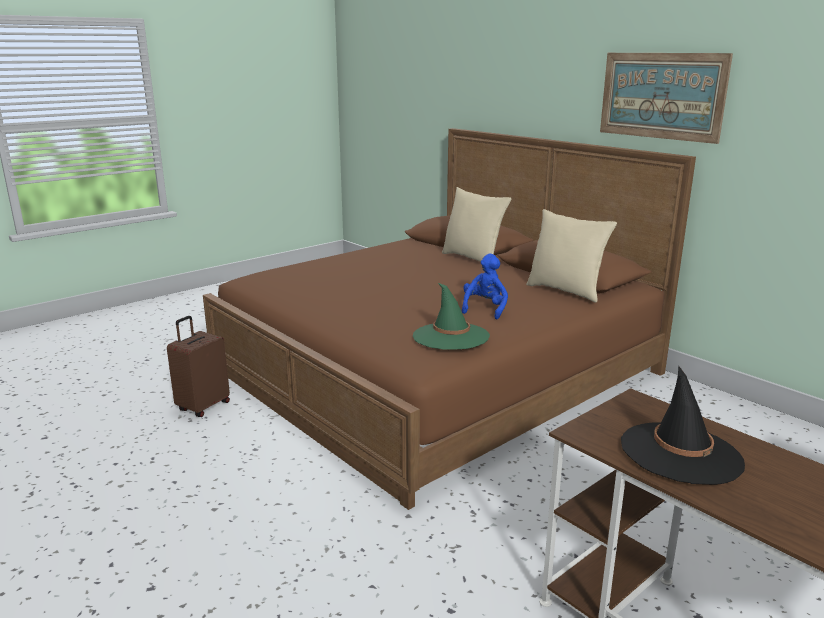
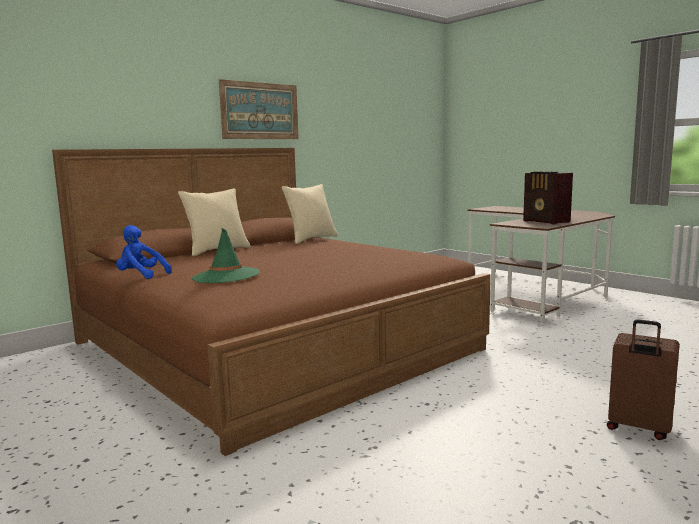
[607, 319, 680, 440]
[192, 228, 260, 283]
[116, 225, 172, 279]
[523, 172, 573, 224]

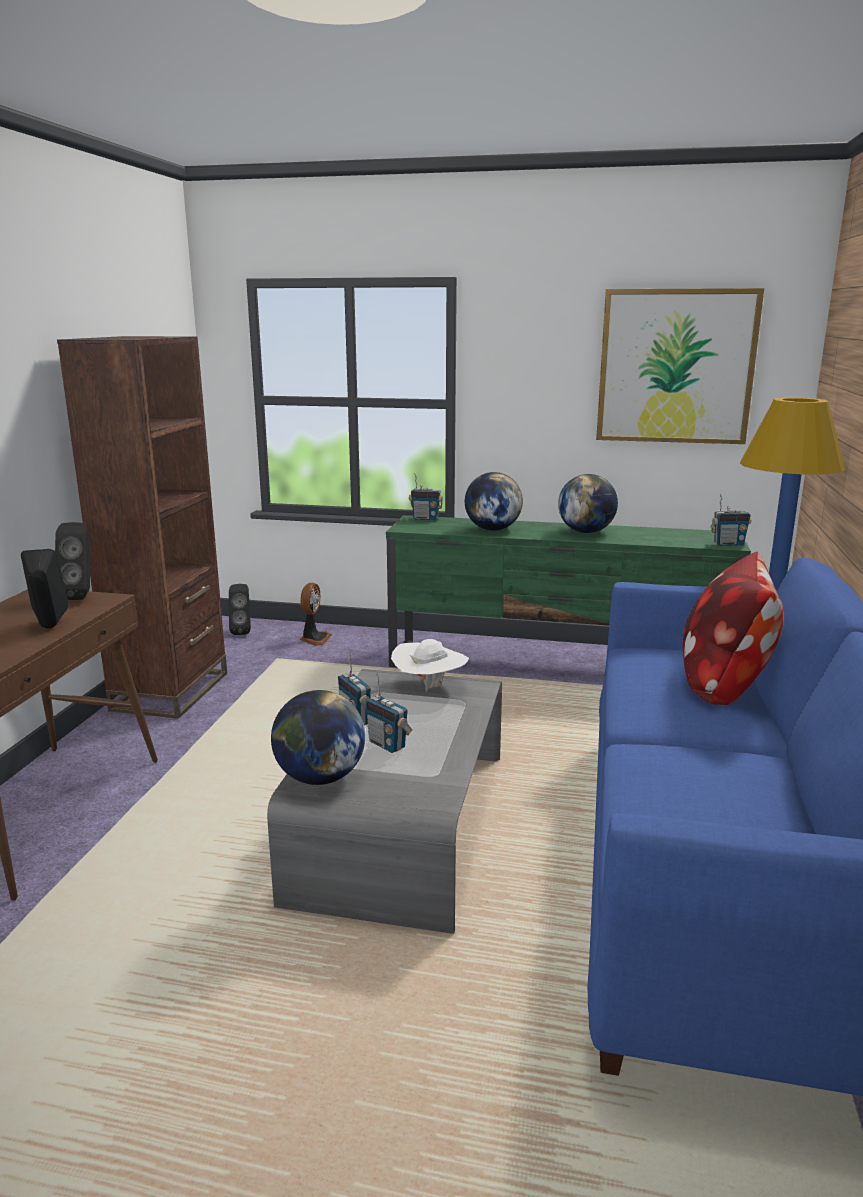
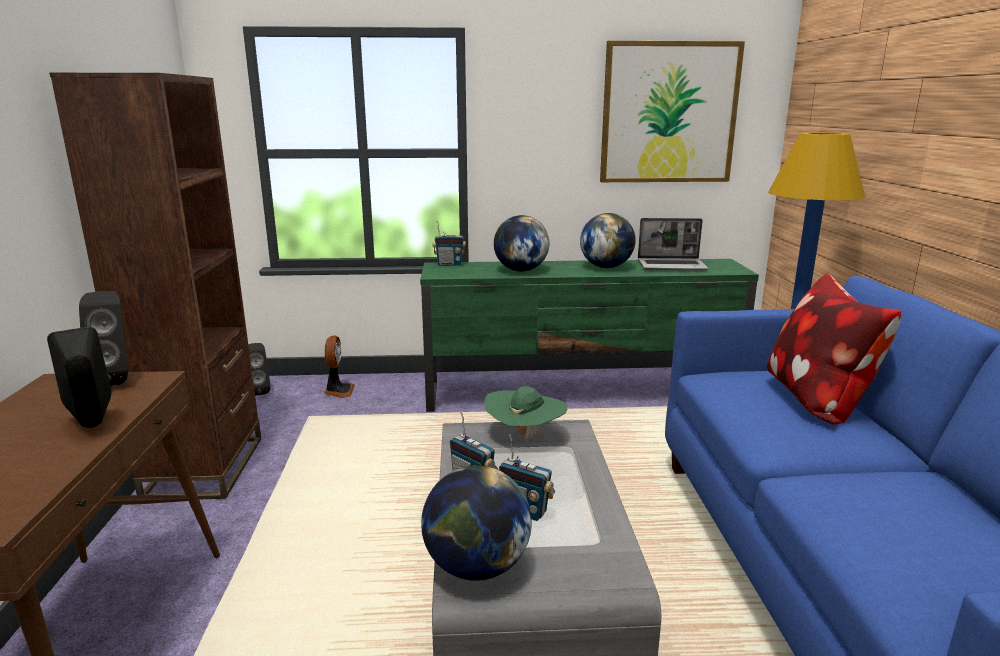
[484, 386, 567, 442]
[710, 494, 751, 546] (first image)
[638, 218, 709, 270]

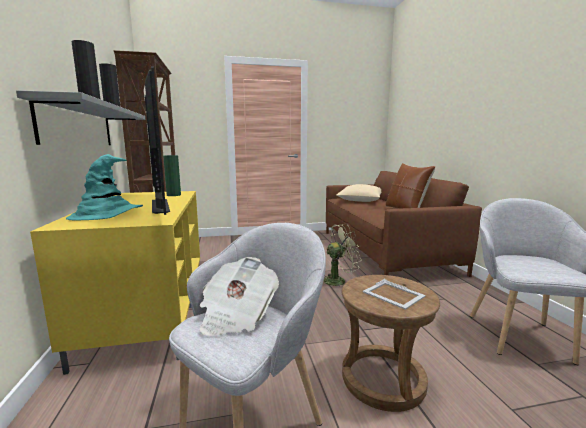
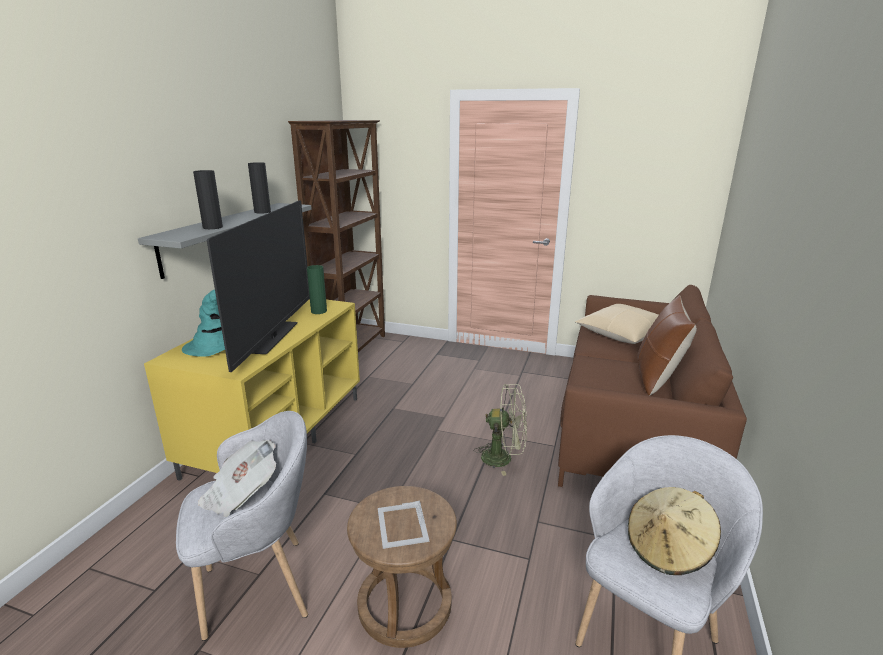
[628, 487, 721, 575]

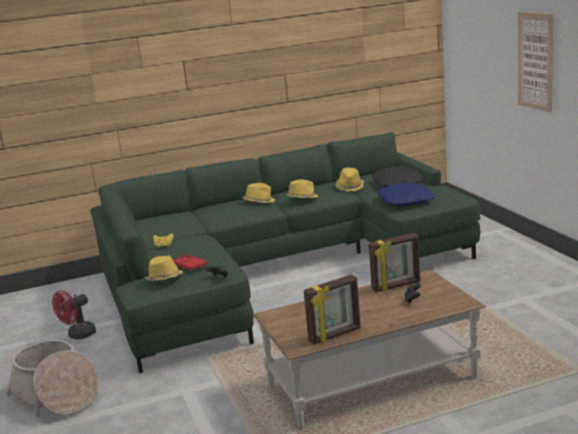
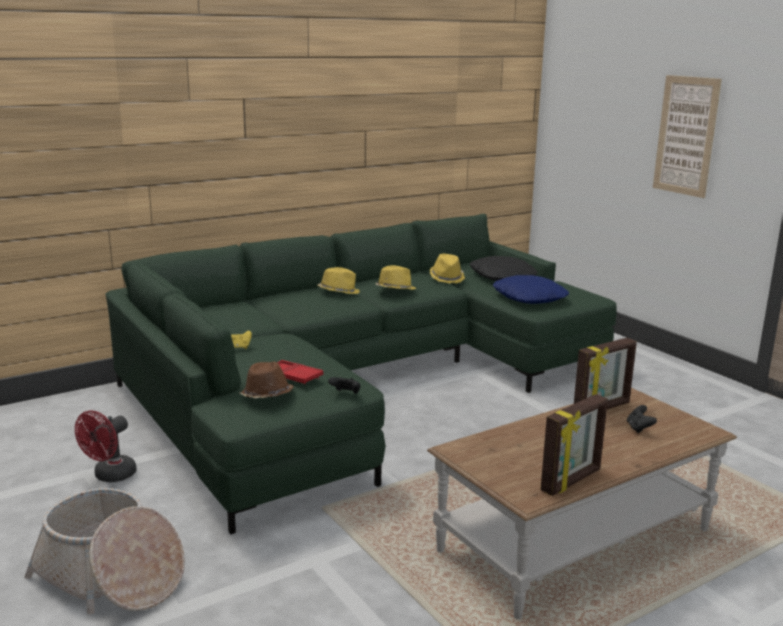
[239, 362, 294, 398]

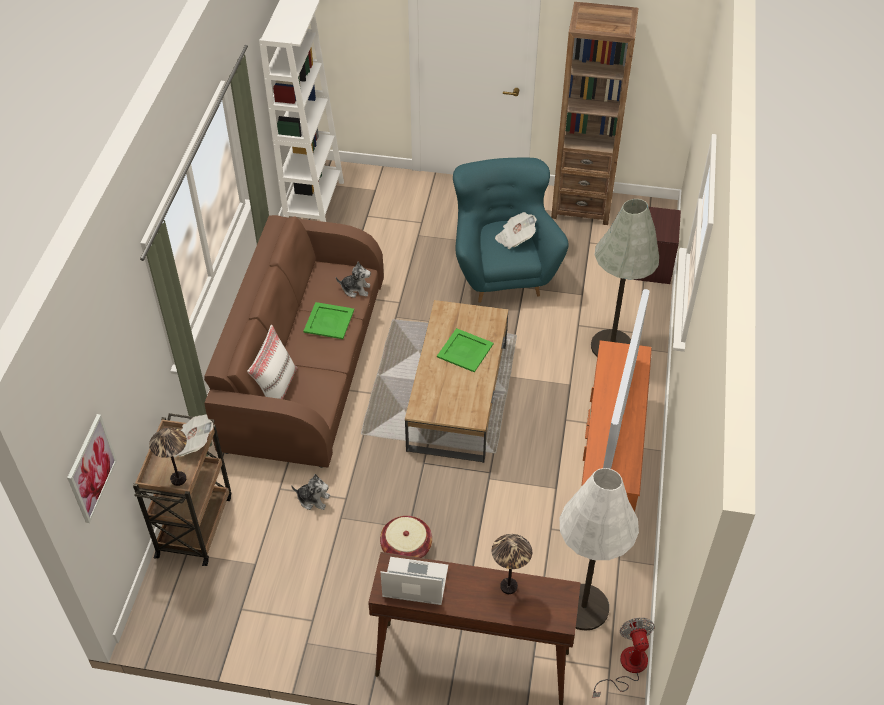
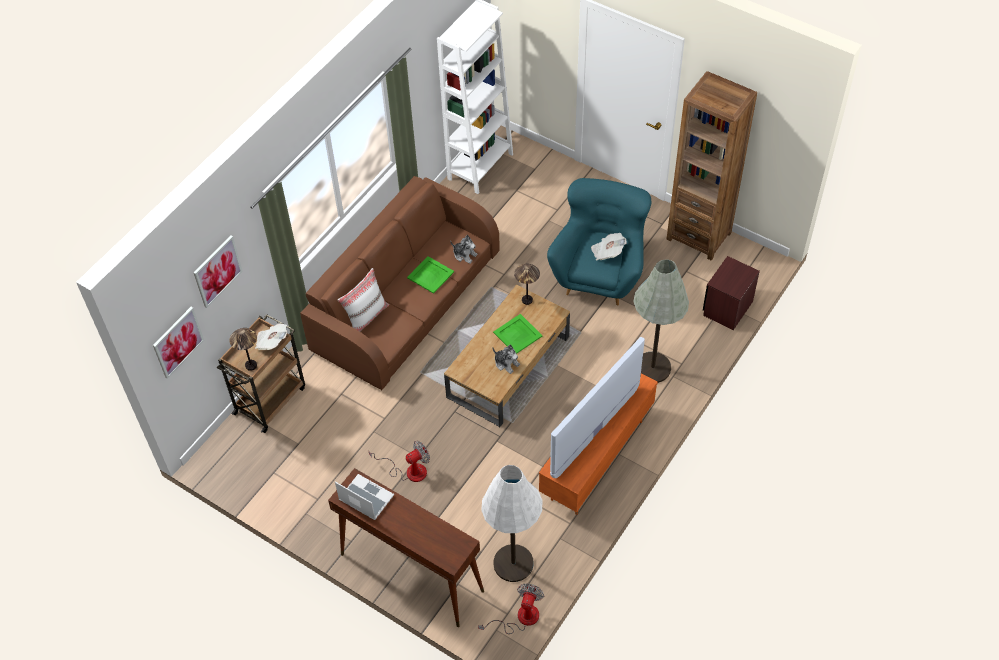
[492, 344, 520, 374]
[368, 441, 430, 482]
[514, 264, 540, 305]
[194, 235, 243, 308]

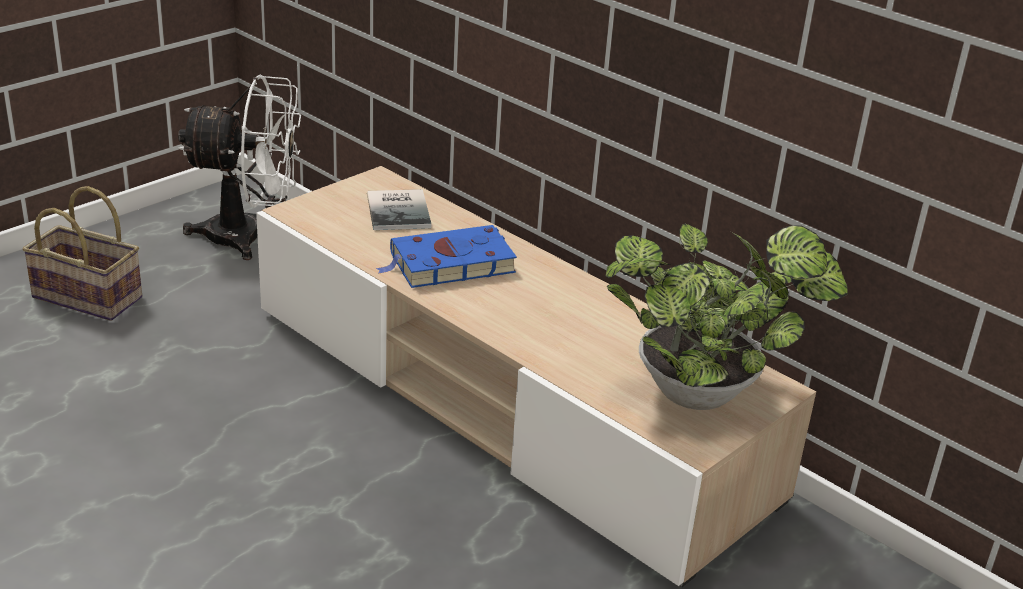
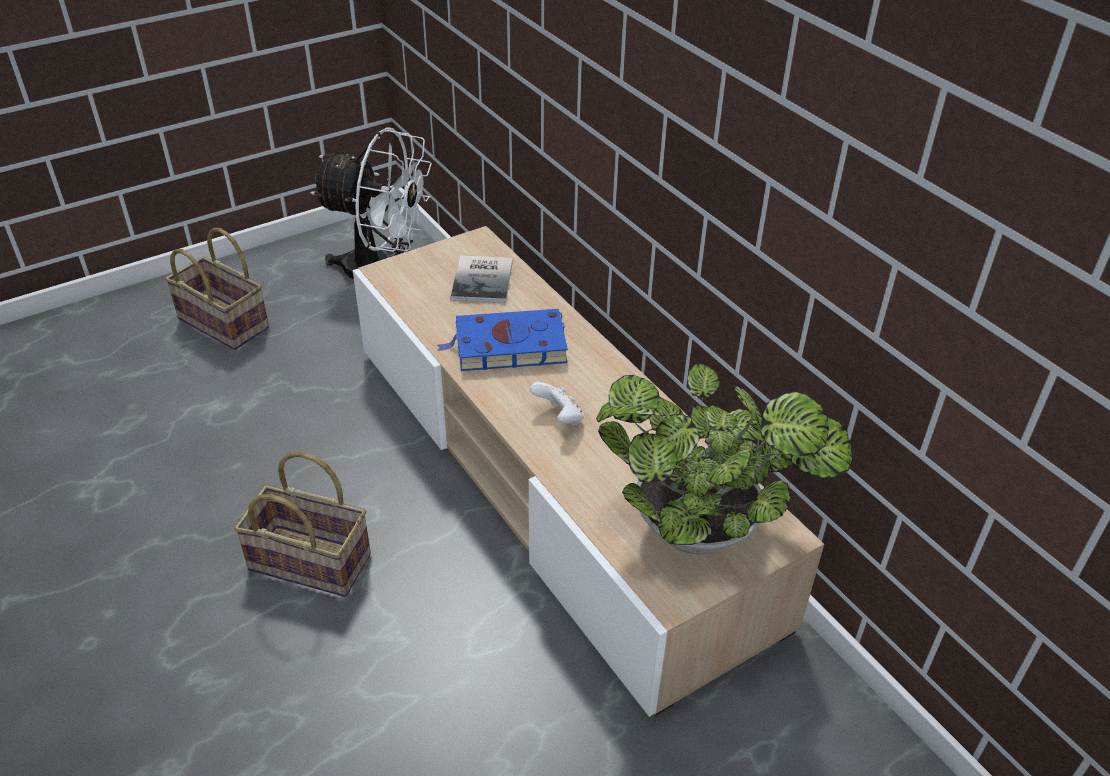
[234, 451, 371, 597]
[530, 382, 584, 425]

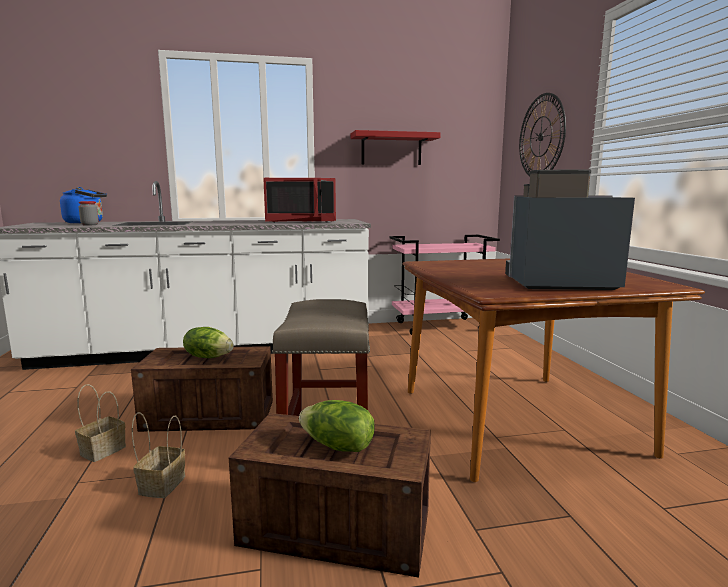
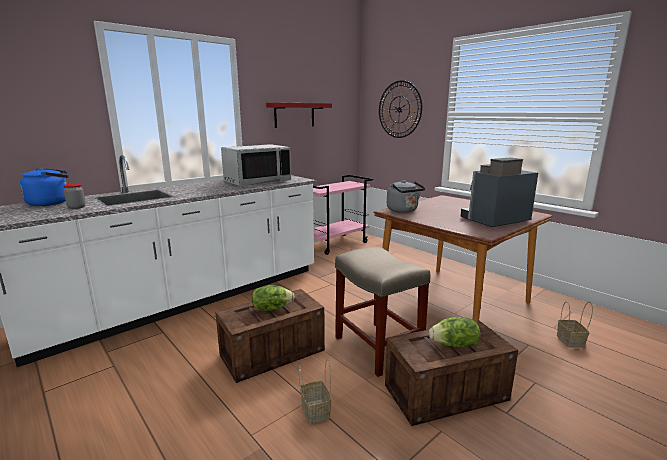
[557, 301, 593, 348]
[221, 144, 291, 186]
[387, 180, 425, 213]

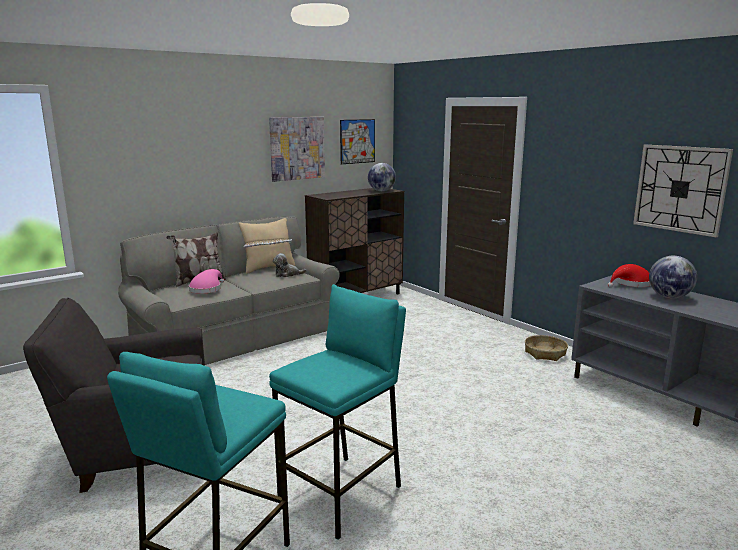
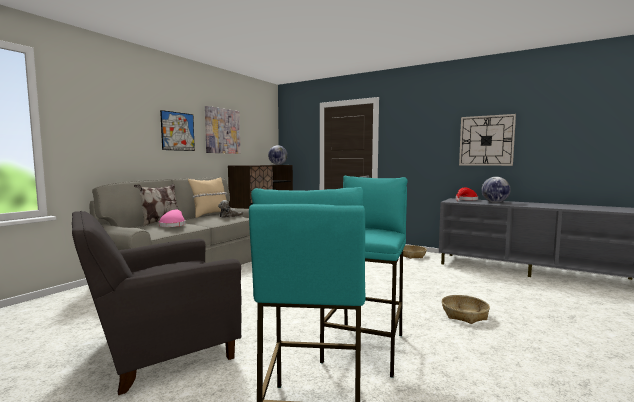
[160, 110, 195, 151]
[442, 295, 490, 324]

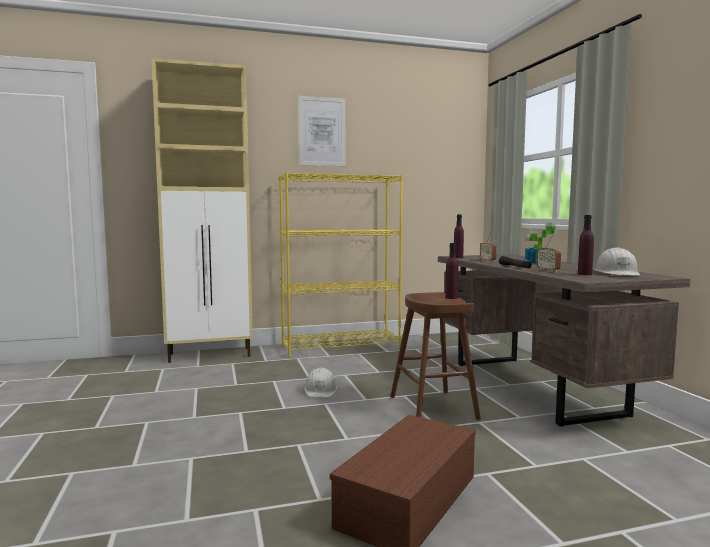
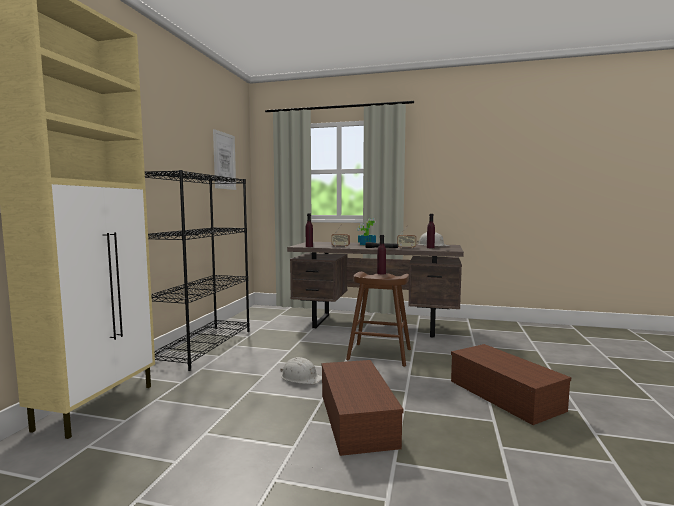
[145, 170, 250, 371]
[213, 129, 236, 190]
[322, 360, 404, 456]

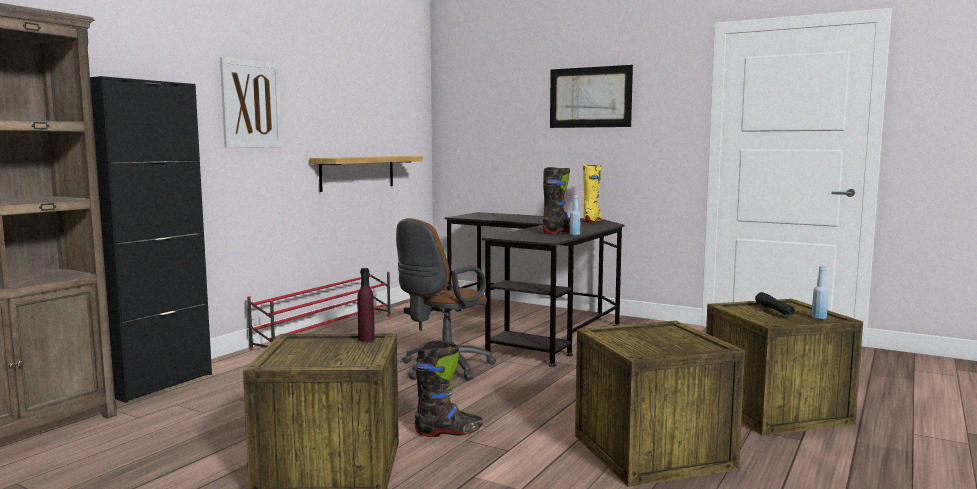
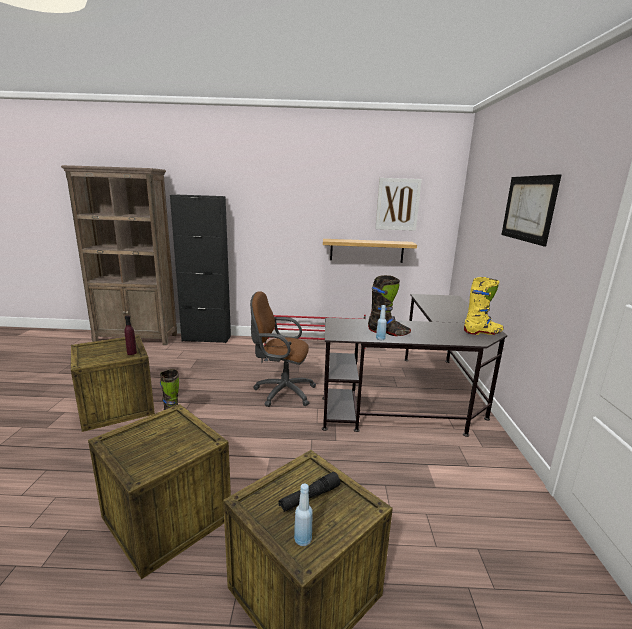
[375, 178, 422, 231]

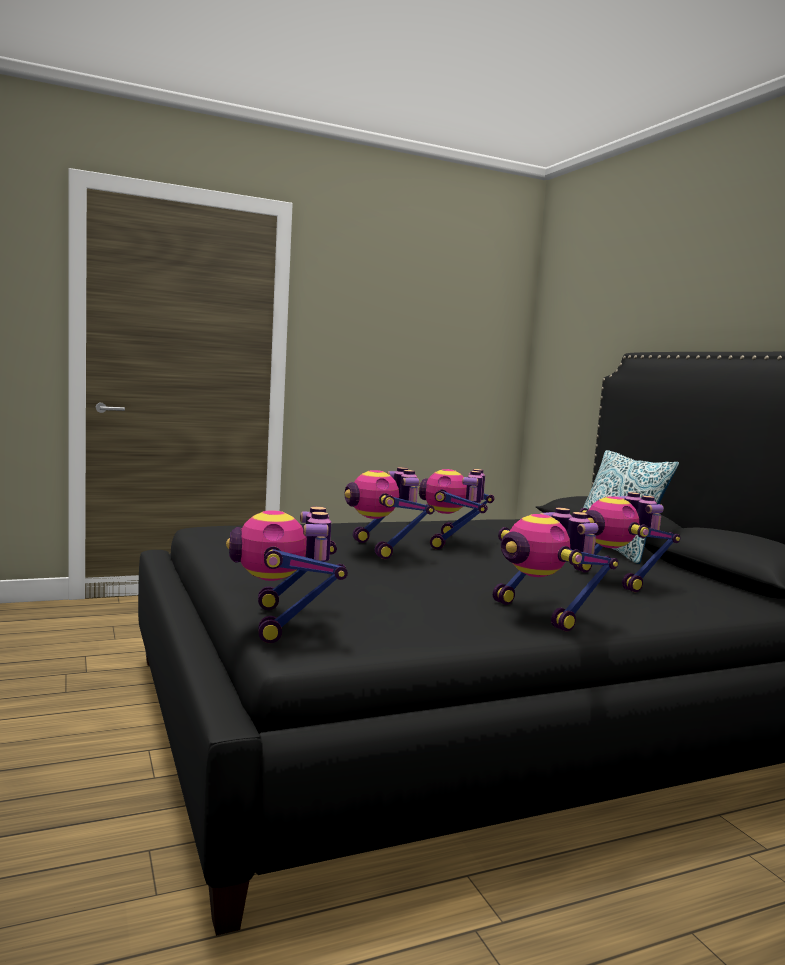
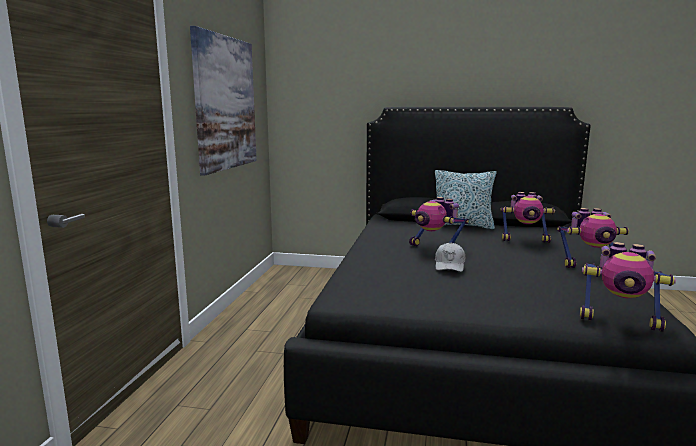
[435, 242, 465, 272]
[190, 26, 257, 176]

